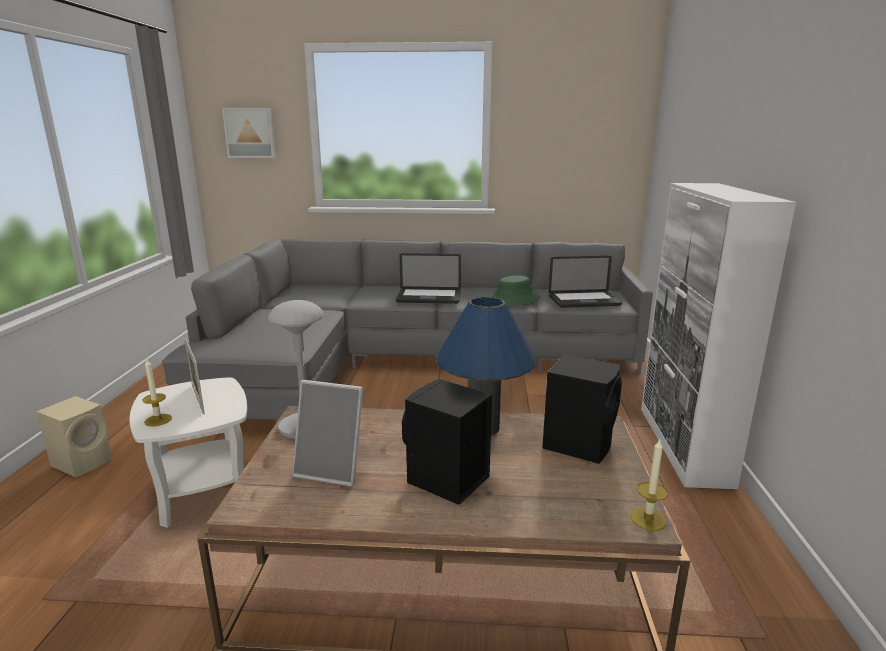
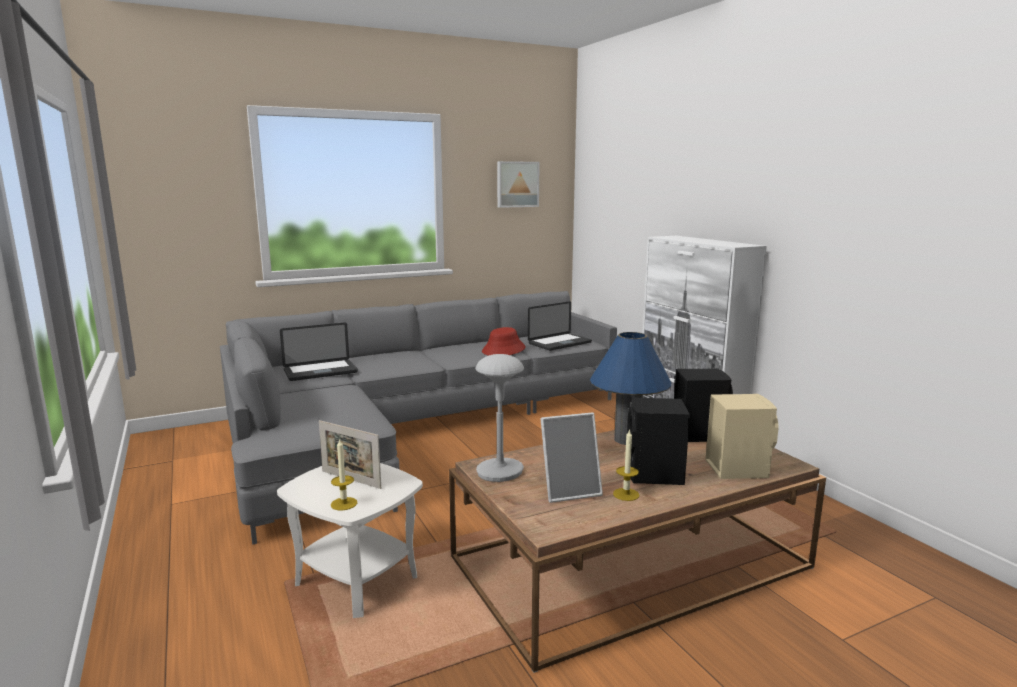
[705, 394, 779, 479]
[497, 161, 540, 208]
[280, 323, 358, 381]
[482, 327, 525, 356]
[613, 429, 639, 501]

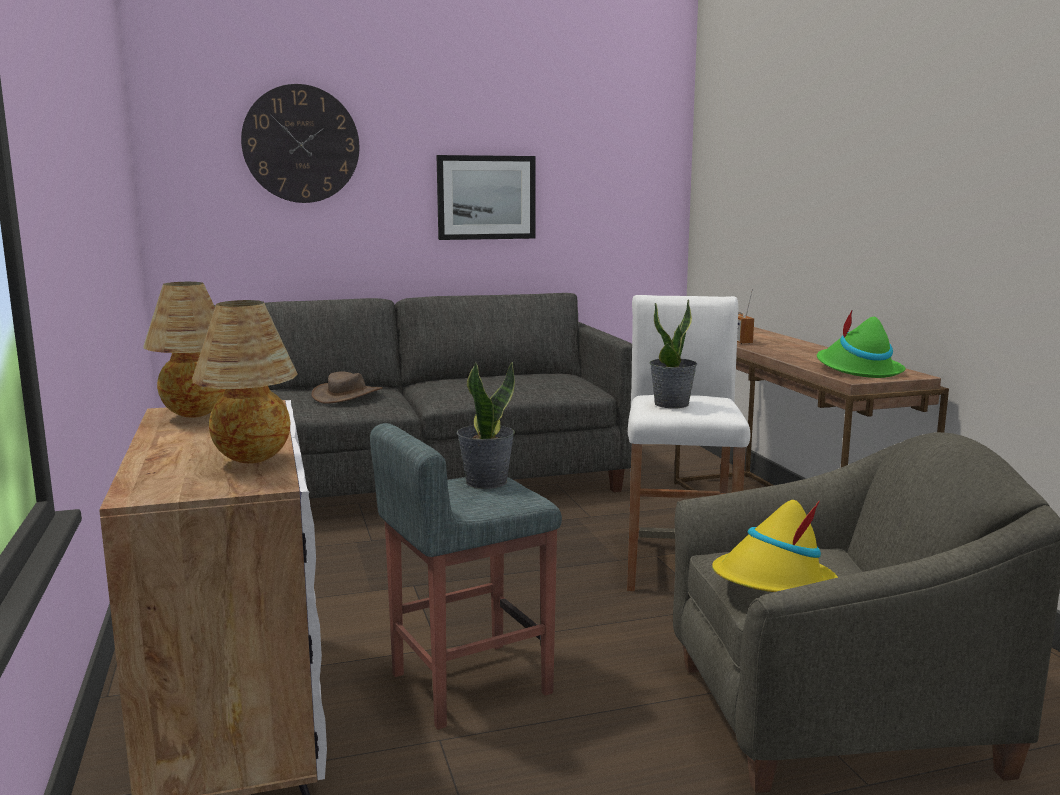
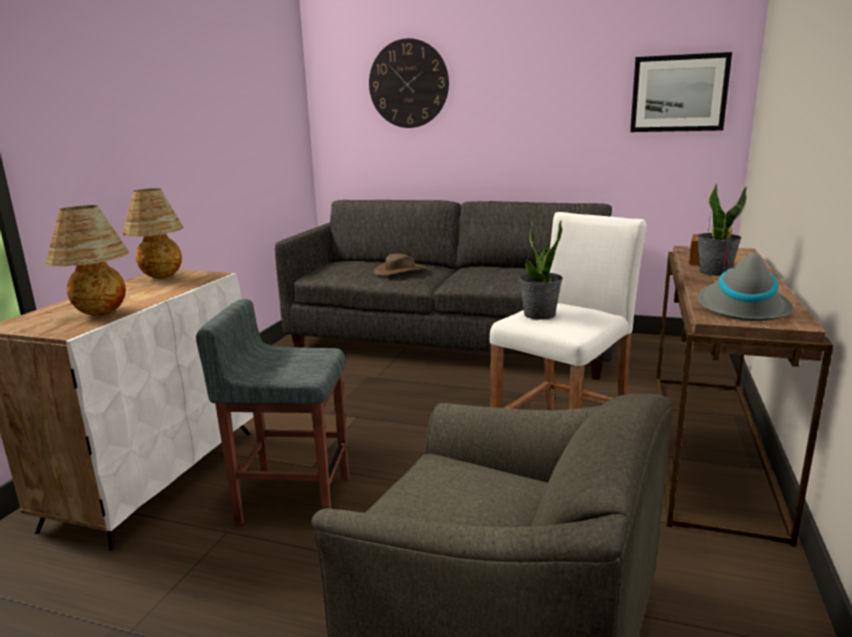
[630, 52, 732, 132]
[697, 184, 747, 276]
[712, 500, 838, 592] (first image)
[698, 244, 794, 321]

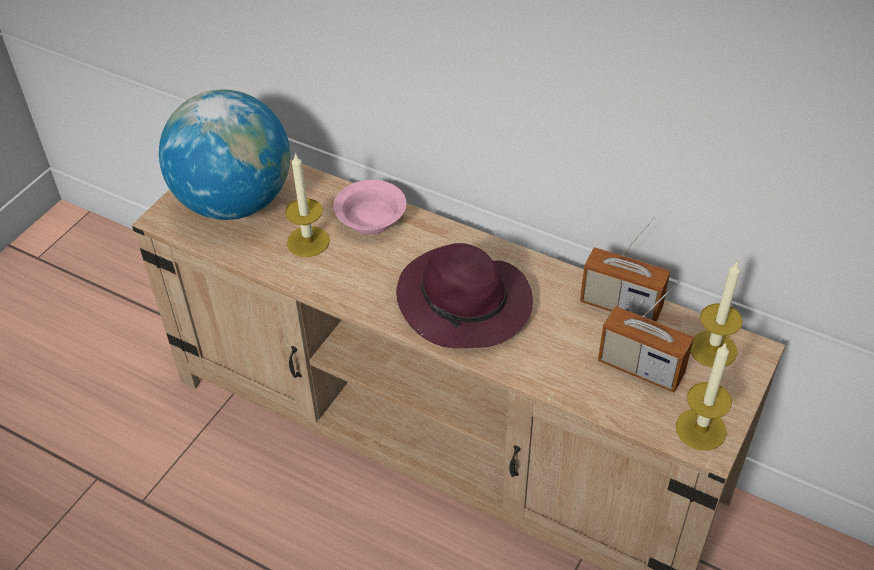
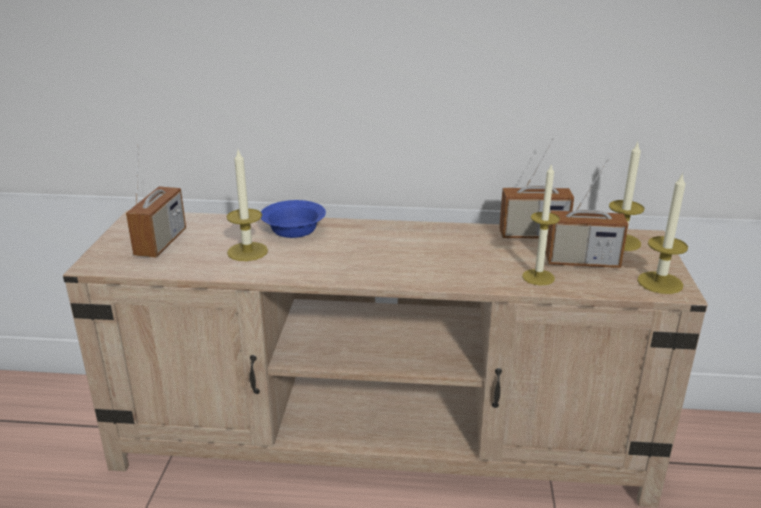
[126, 144, 186, 258]
[261, 200, 326, 238]
[396, 243, 533, 348] (first image)
[522, 163, 560, 285]

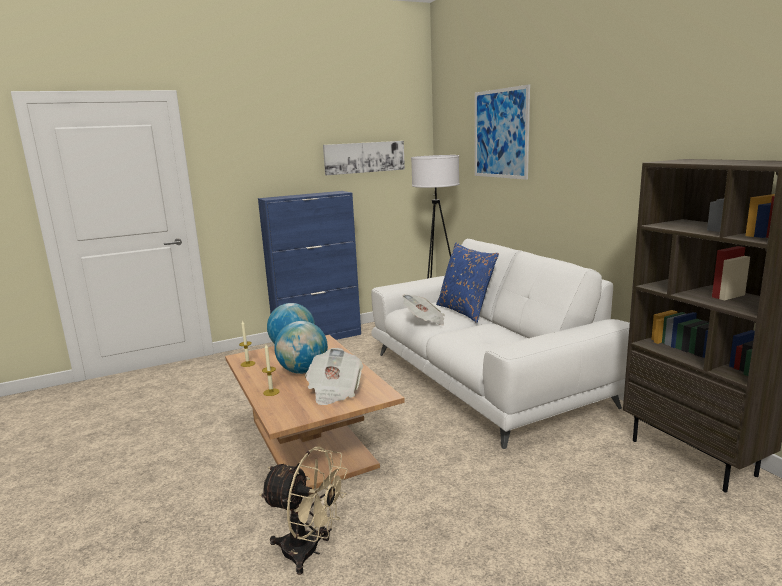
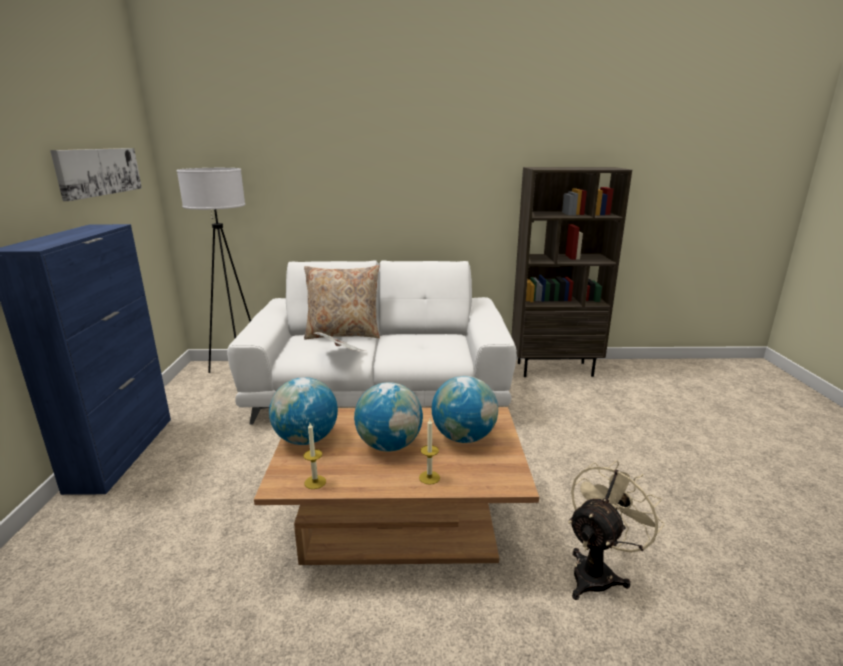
[432, 376, 498, 443]
[304, 265, 380, 340]
[475, 84, 530, 180] (first image)

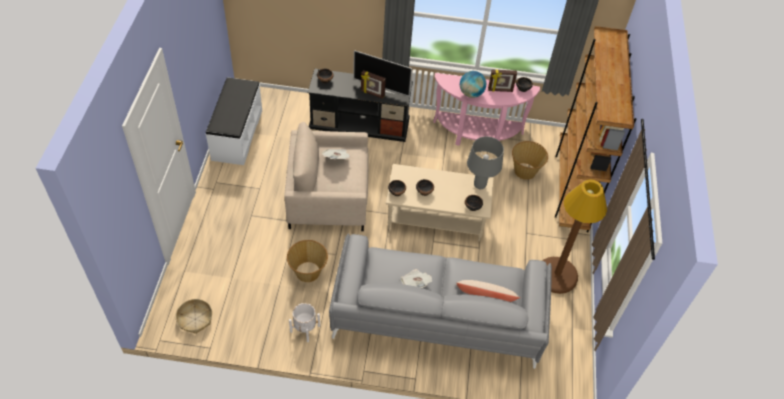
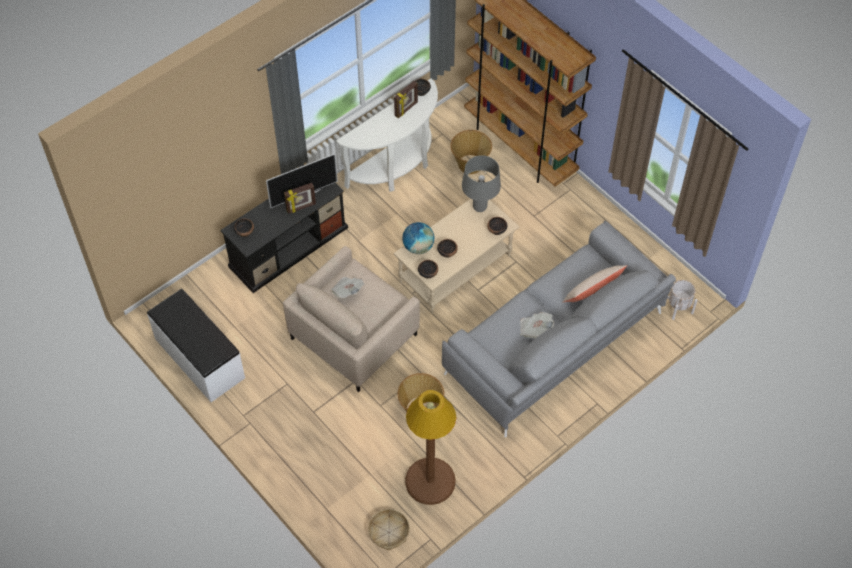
[667, 280, 698, 320]
[336, 78, 438, 192]
[402, 222, 434, 254]
[405, 390, 456, 505]

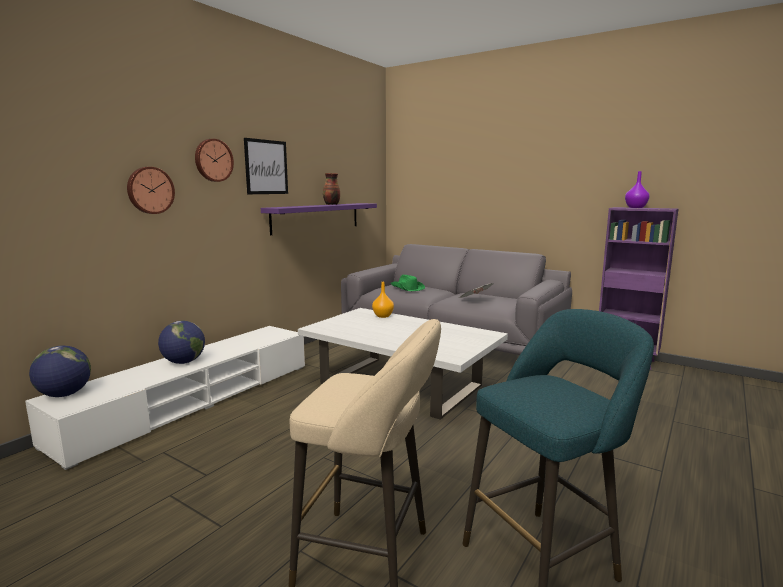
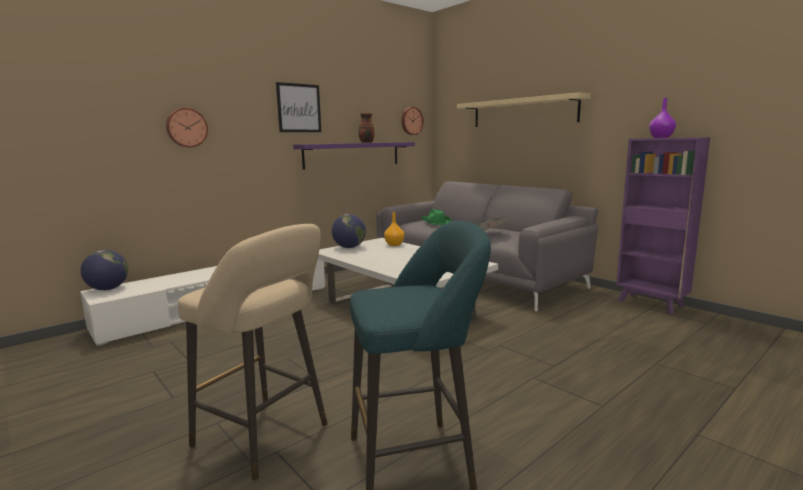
[332, 214, 366, 248]
[401, 107, 424, 135]
[457, 92, 591, 127]

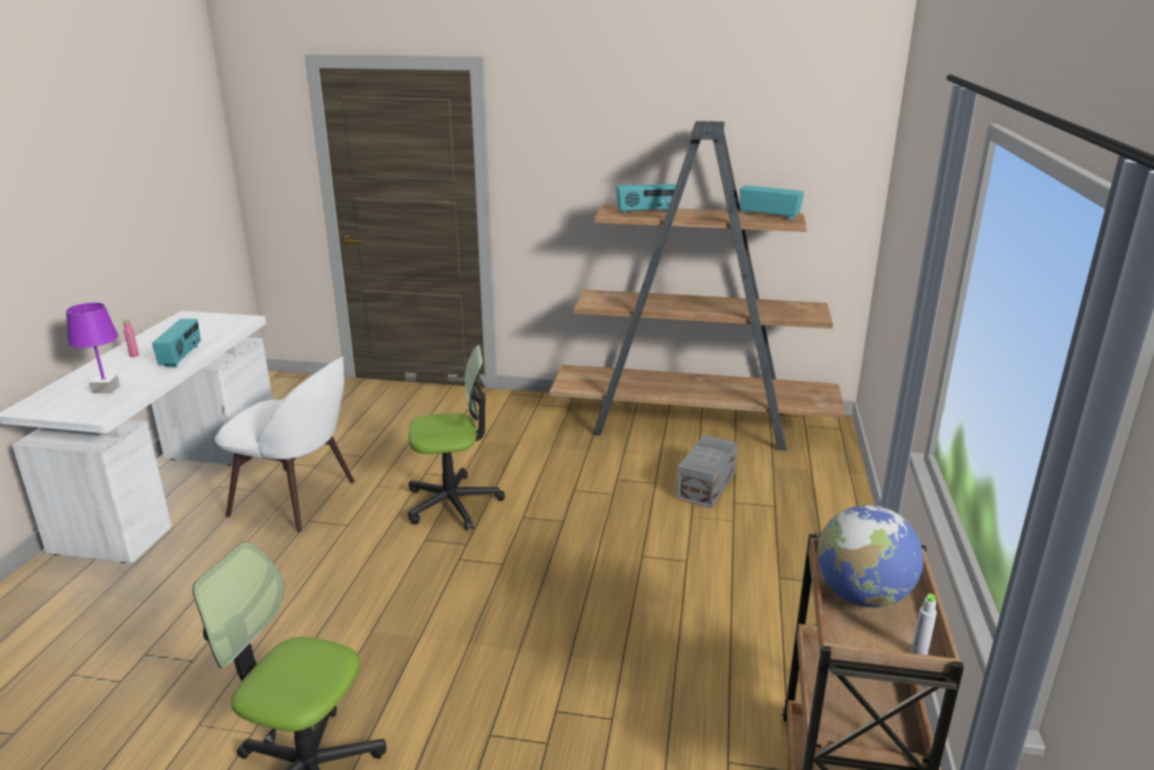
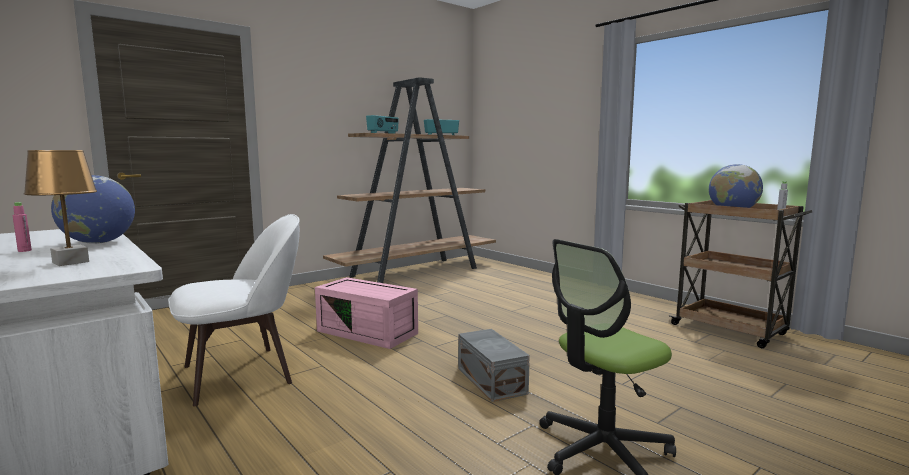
[24, 150, 97, 266]
[51, 175, 135, 244]
[315, 277, 418, 349]
[458, 329, 530, 402]

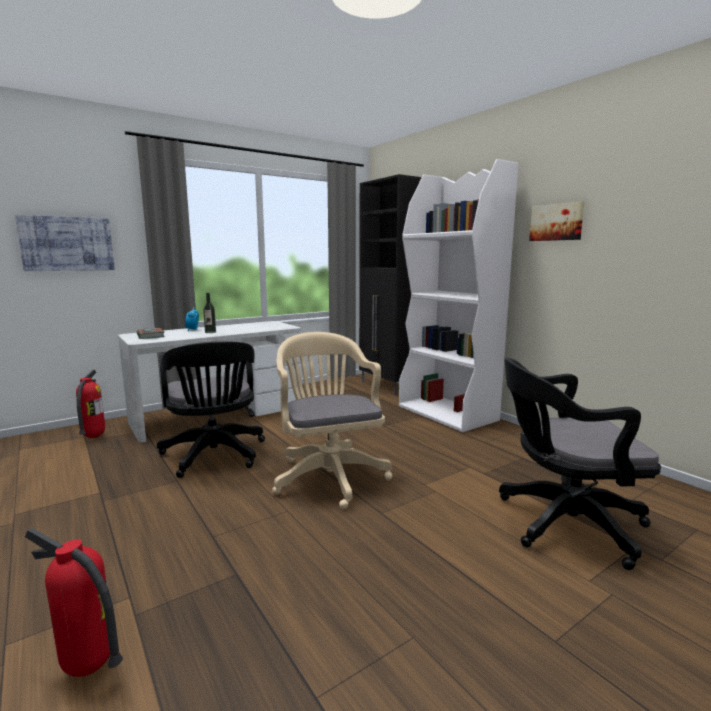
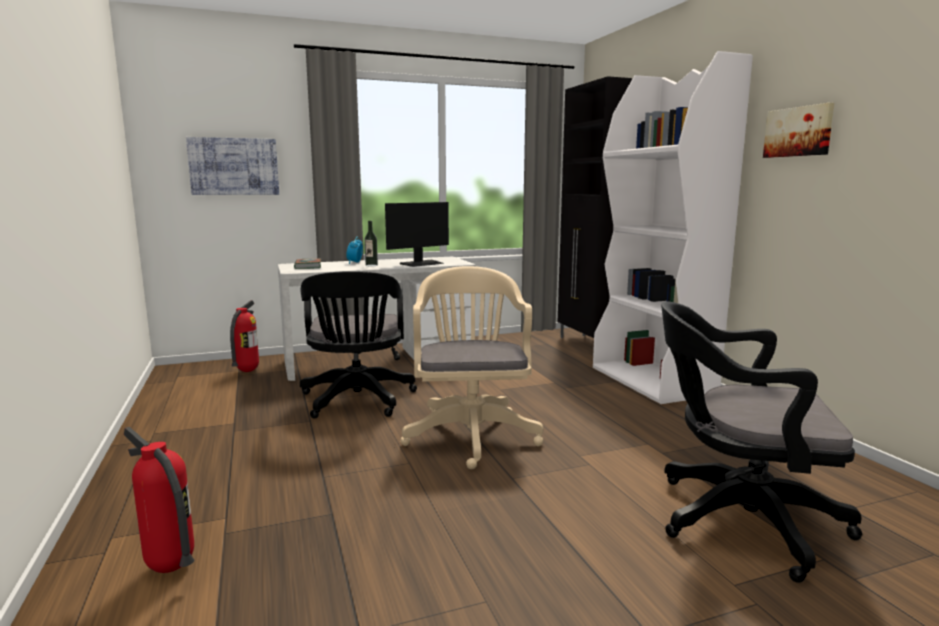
[385, 202, 449, 267]

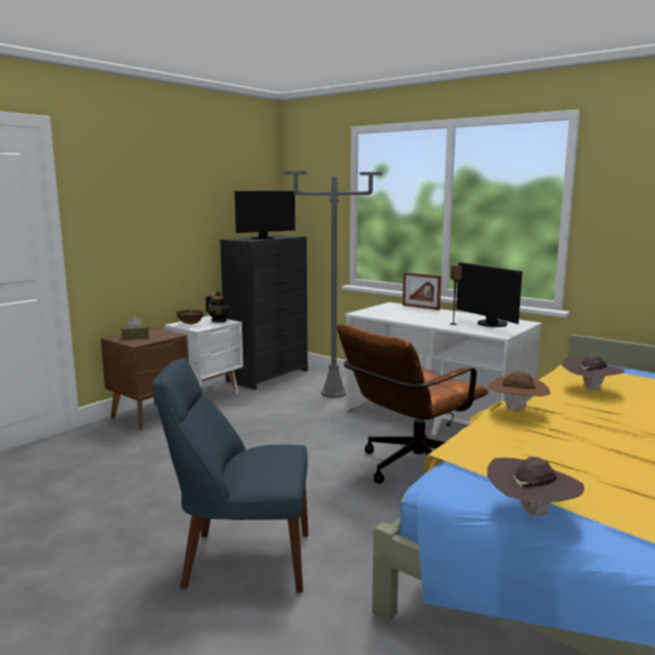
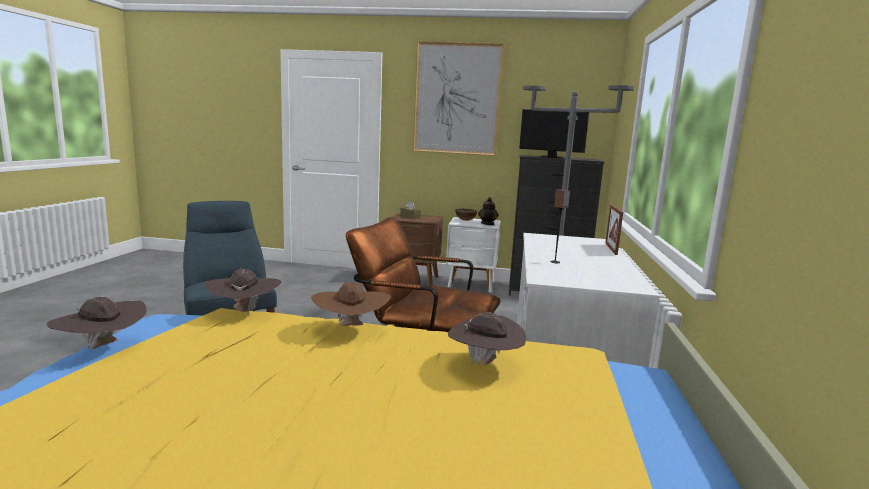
[456, 262, 522, 327] (first image)
[204, 269, 282, 315]
[413, 41, 504, 156]

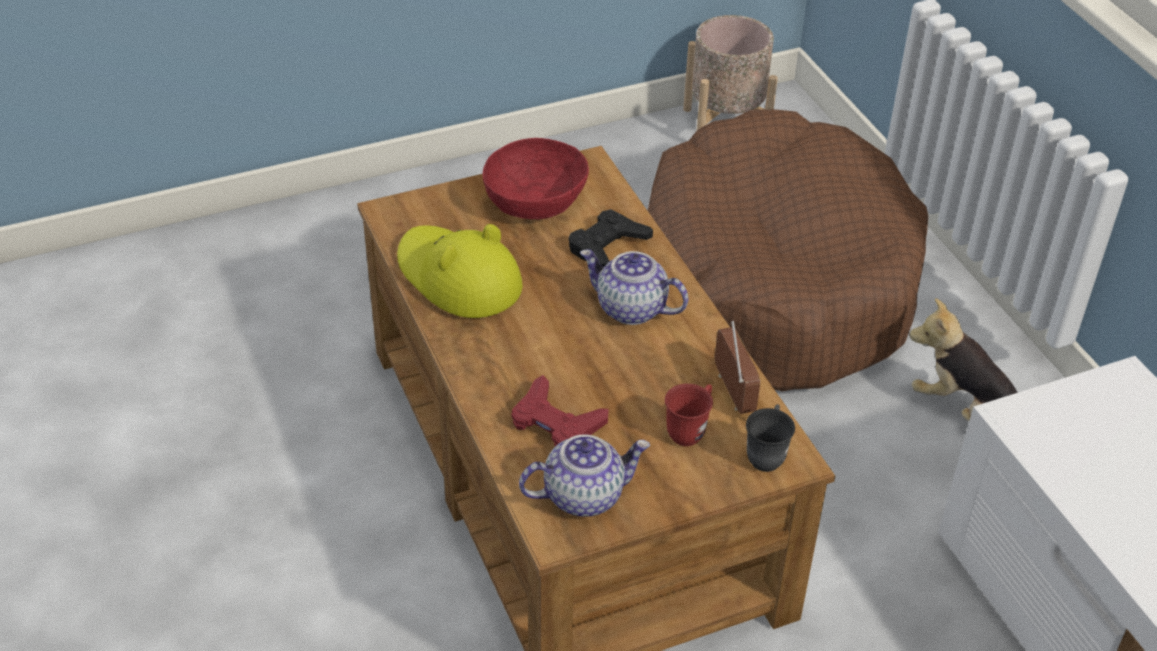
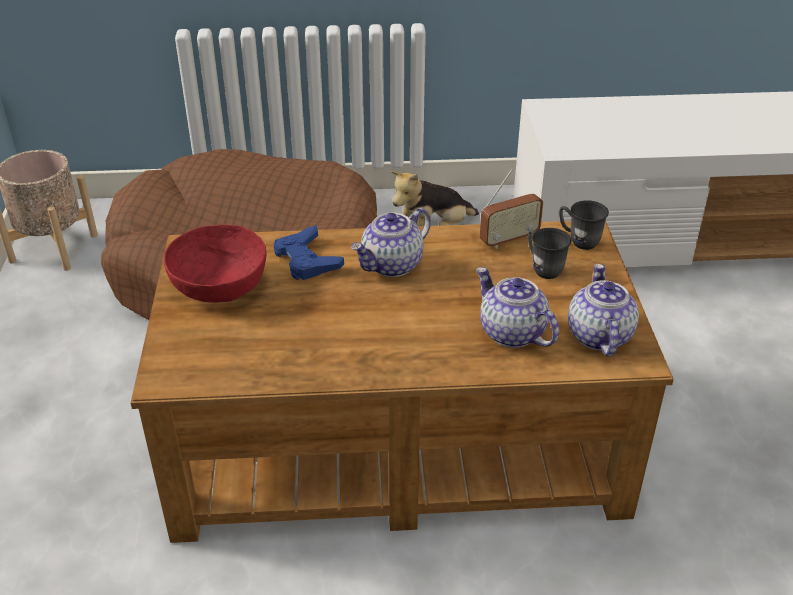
[397, 224, 523, 318] (first image)
[476, 267, 559, 348]
[274, 226, 344, 280]
[528, 228, 572, 279]
[480, 169, 543, 249]

